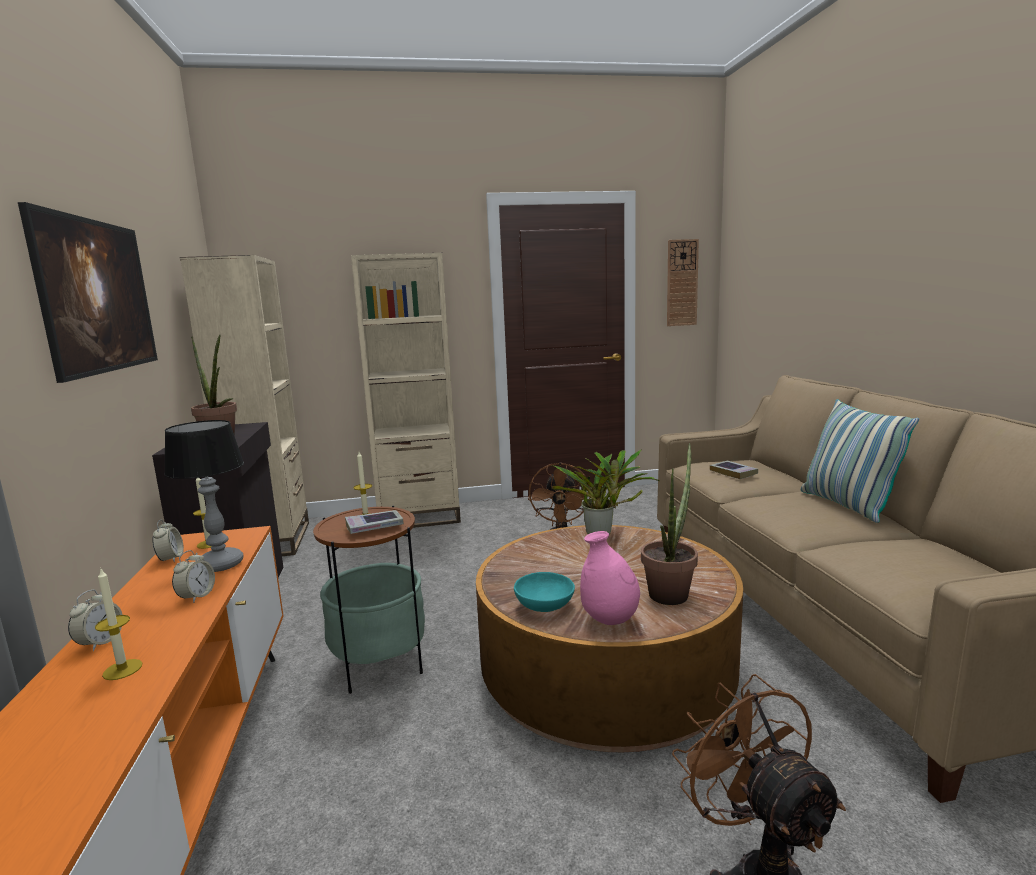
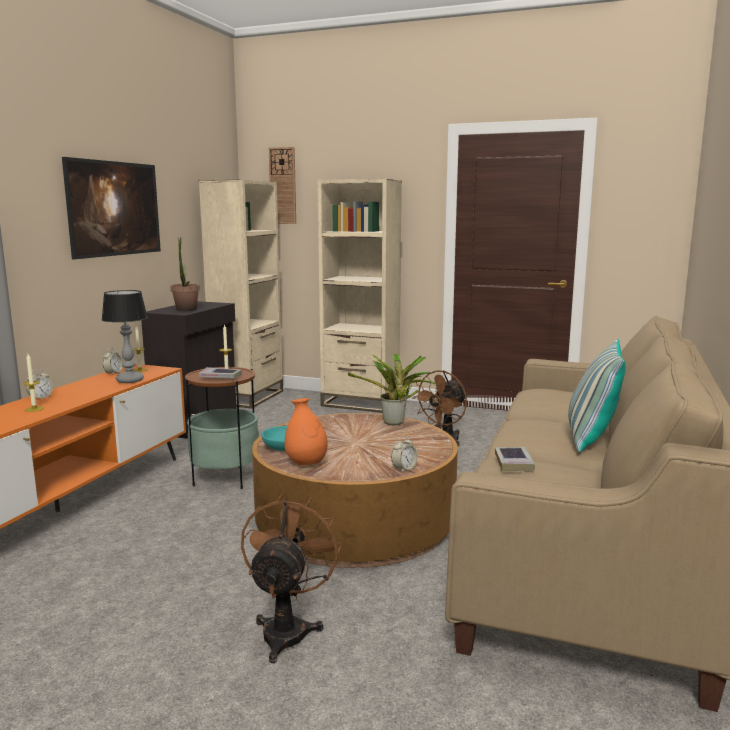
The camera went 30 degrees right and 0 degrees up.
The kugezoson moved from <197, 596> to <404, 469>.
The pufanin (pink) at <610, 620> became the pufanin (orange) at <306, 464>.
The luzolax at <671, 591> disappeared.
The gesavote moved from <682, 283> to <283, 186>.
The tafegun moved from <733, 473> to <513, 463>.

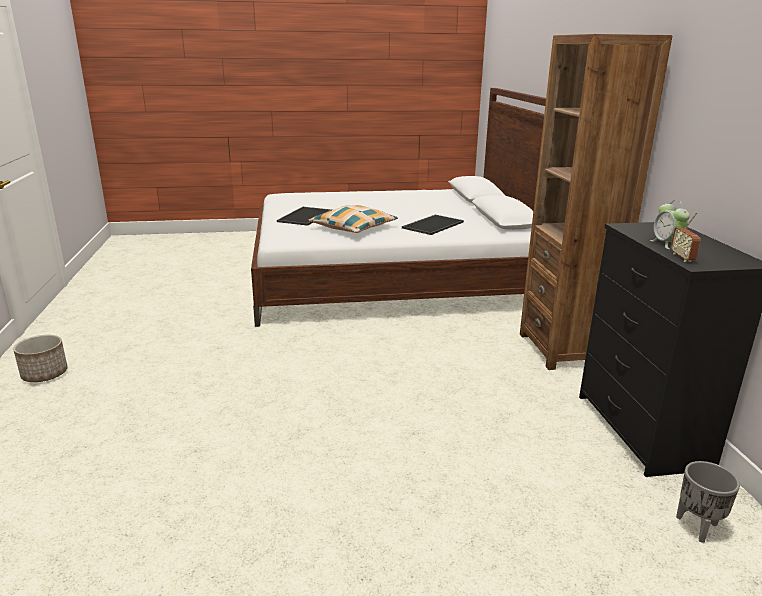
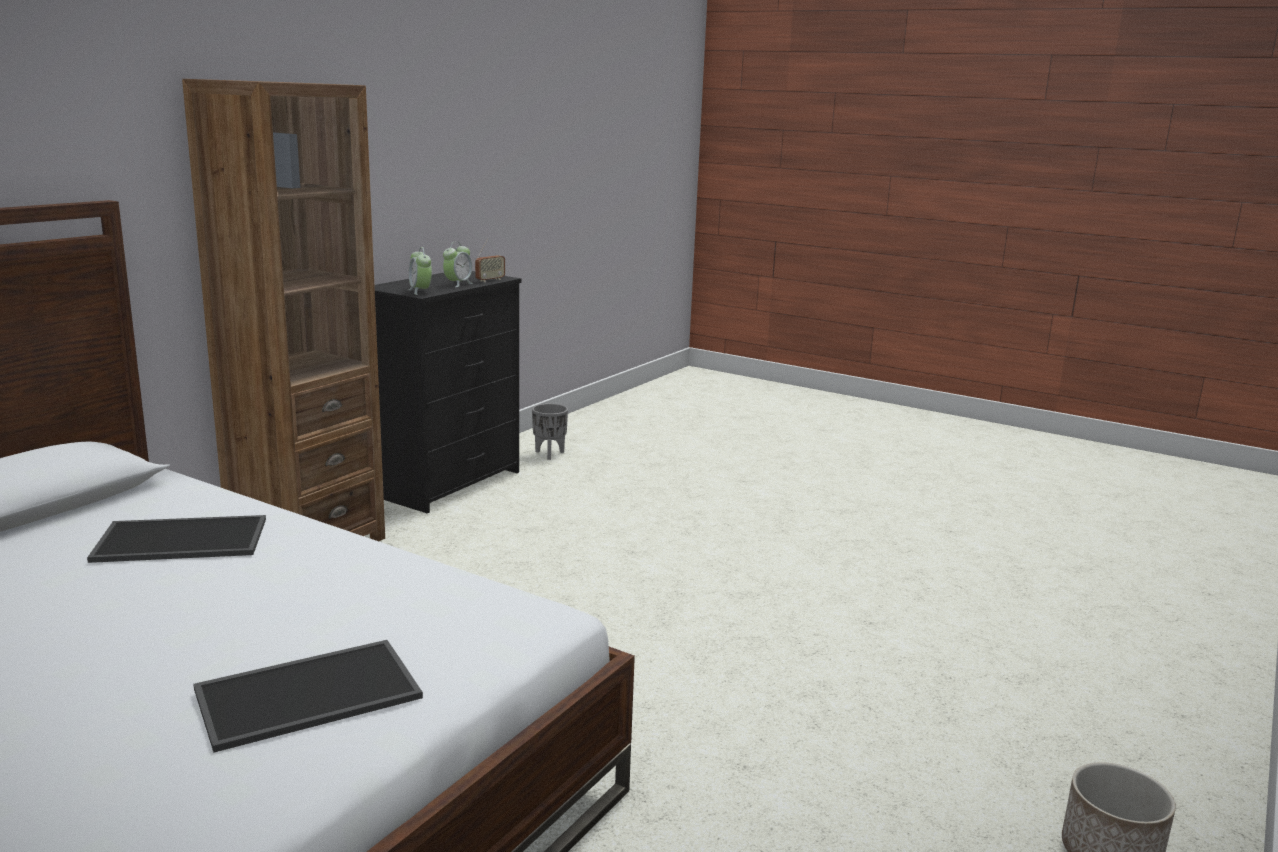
The camera went 140 degrees left and 5 degrees down.
The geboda at <353, 228> disappeared.
The kugezoson at <420, 291> appeared.

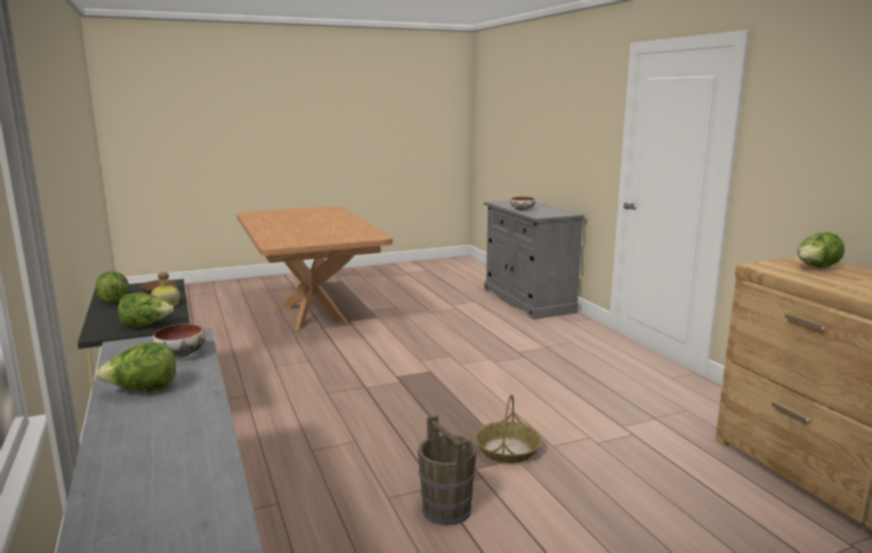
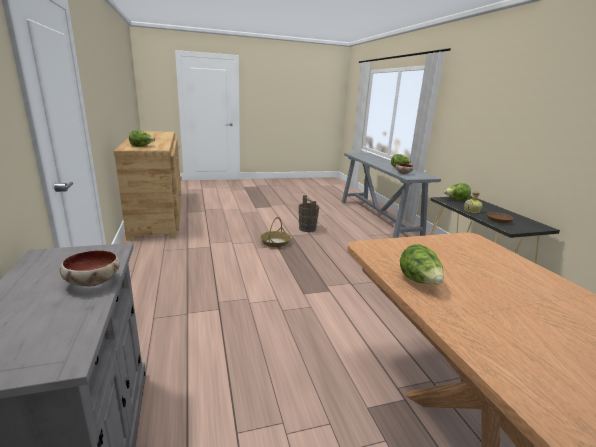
The camera went 175 degrees left and 5 degrees up.
The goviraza moved from <114, 300> to <419, 282>.

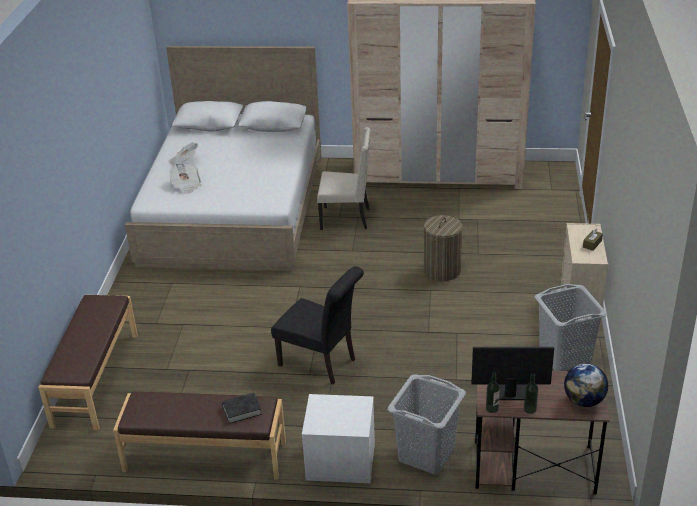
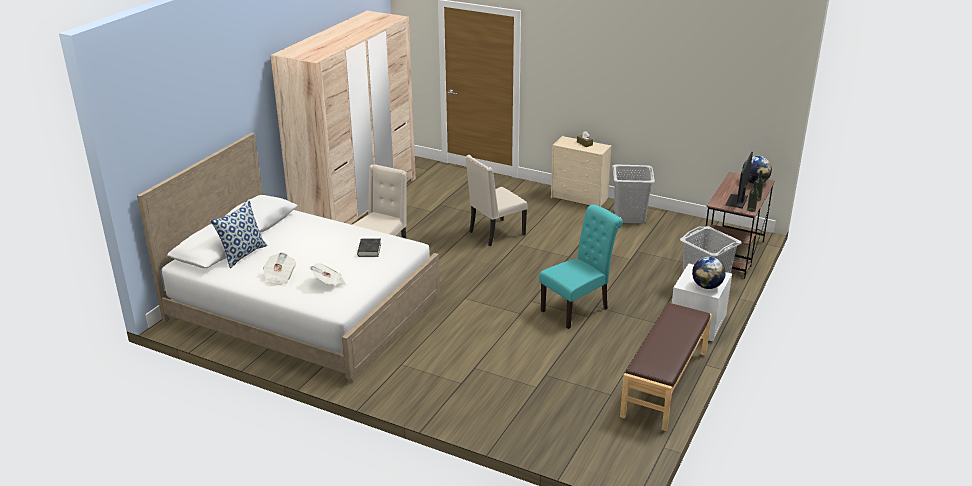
The camera went 70 degrees left and 5 degrees down.
The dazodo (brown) at <95, 379> disappeared.
The tafegun (black) moved from <242, 410> to <369, 250>.
The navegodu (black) at <321, 363> became the navegodu (turquoise) at <578, 308>.
The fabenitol at <442, 270> was replaced by the navegodu (beige) at <495, 233>.
The geboda at <243, 254> appeared.
The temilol at <706, 286> appeared.

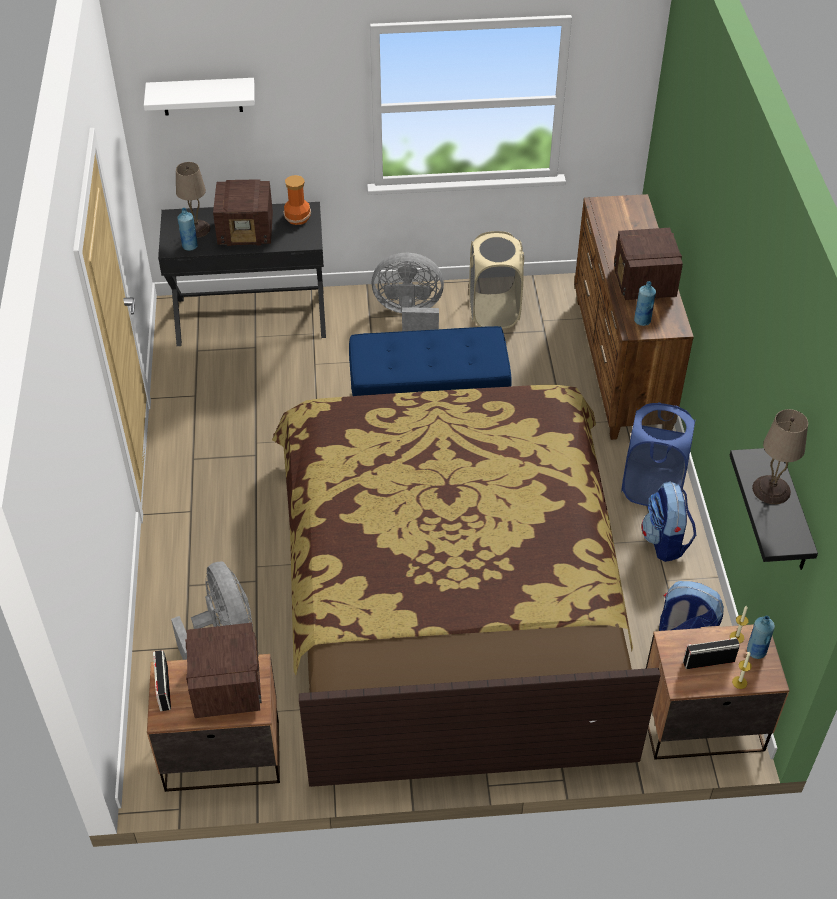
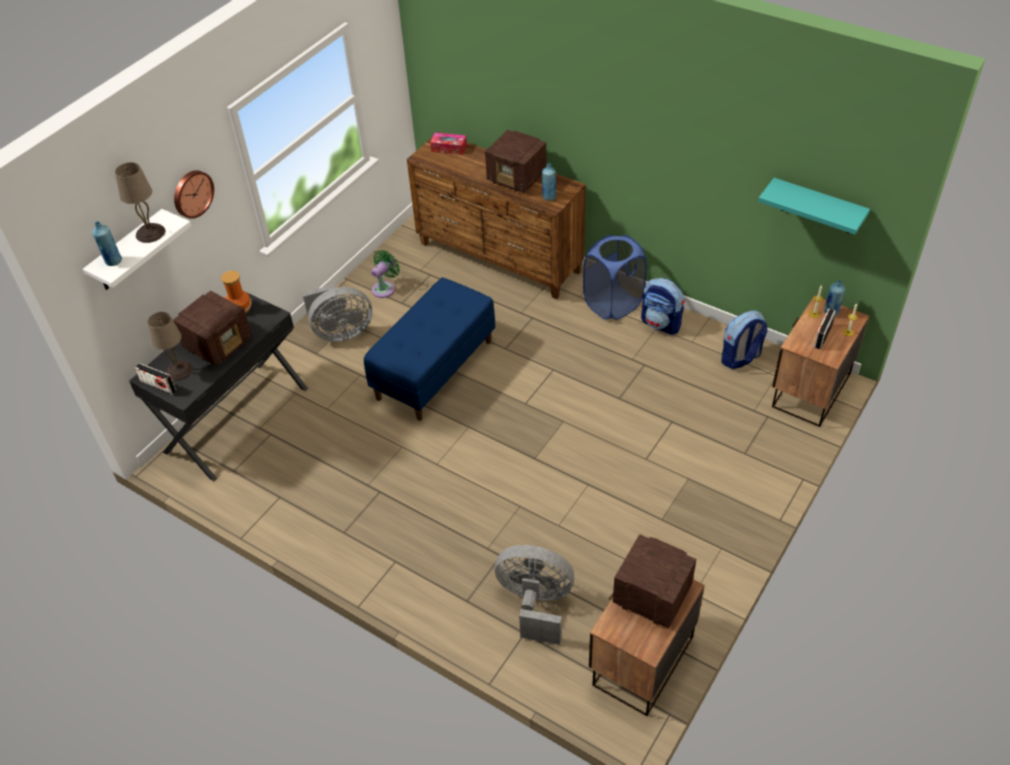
The camera went 50 degrees left and 0 degrees up.
The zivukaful moved from <163, 688> to <158, 386>.
The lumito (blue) moved from <190, 246> to <113, 261>.
The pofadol at <452, 589> disappeared.
The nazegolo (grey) at <410, 317> turned 150 degrees counterclockwise.
The fabenitol (beige) at <493, 311> was replaced by the nazegolo (green) at <385, 288>.
The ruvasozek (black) at <793, 514> became the ruvasozek (turquoise) at <817, 207>.
The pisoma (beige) moved from <770, 490> to <150, 233>.
The gesavote at <192, 193> appeared.
The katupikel at <449, 148> appeared.

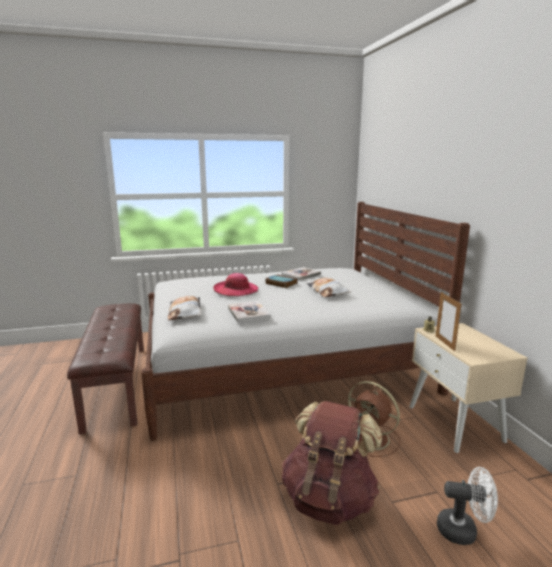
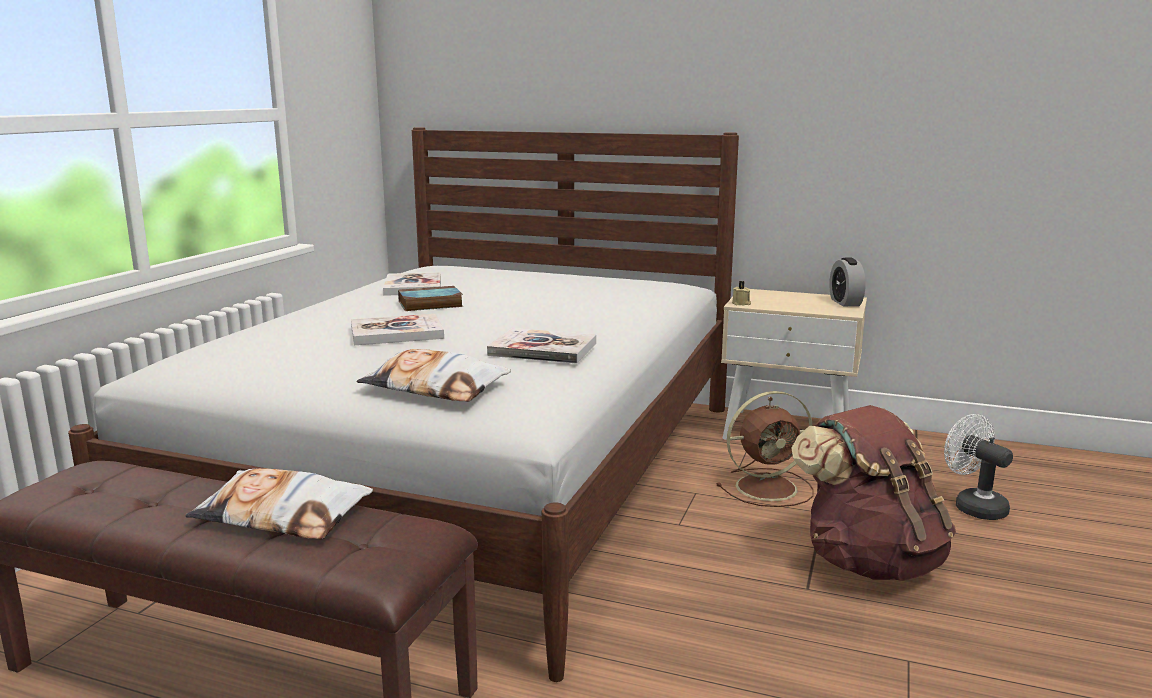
The camera went 55 degrees left and 0 degrees up.
The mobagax at <236, 290> was replaced by the tafegun at <396, 333>.
The geboda moved from <327, 291> to <282, 515>.
The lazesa at <445, 343> disappeared.
The nazegolo (white) at <463, 530> turned 75 degrees counterclockwise.
The kugezoson at <845, 302> appeared.

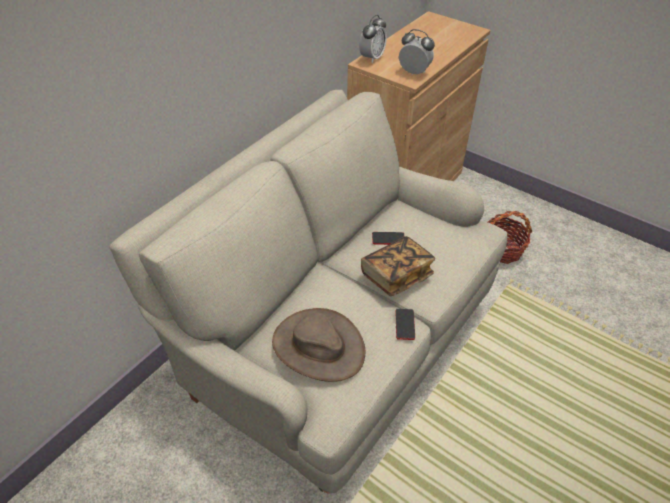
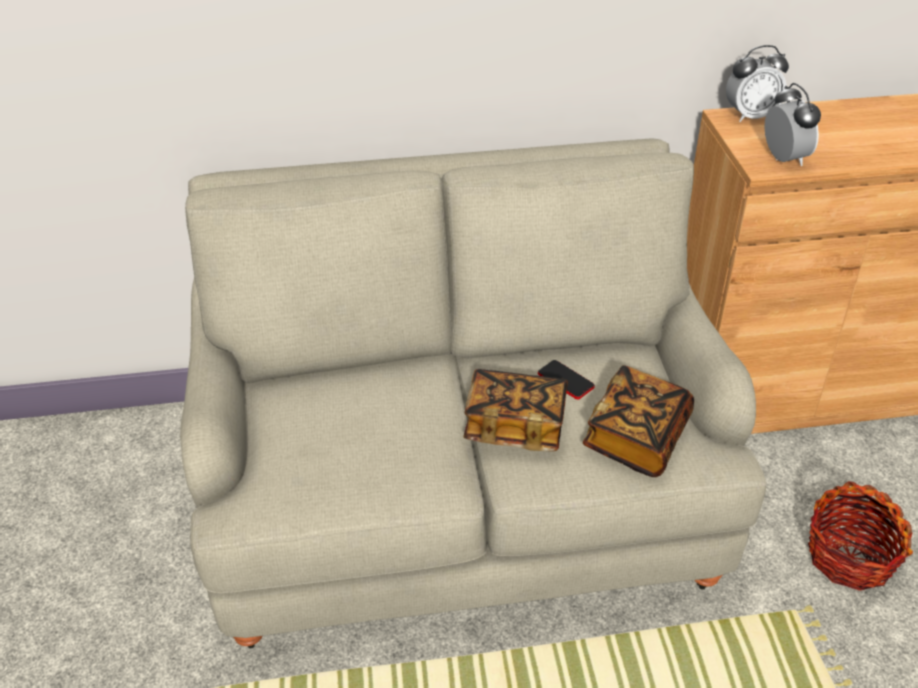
The camera went 45 degrees right and 5 degrees down.
The mobagax (brown) at <318, 347> disappeared.
The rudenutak at <405, 324> disappeared.
The tafegun at <636, 438> appeared.

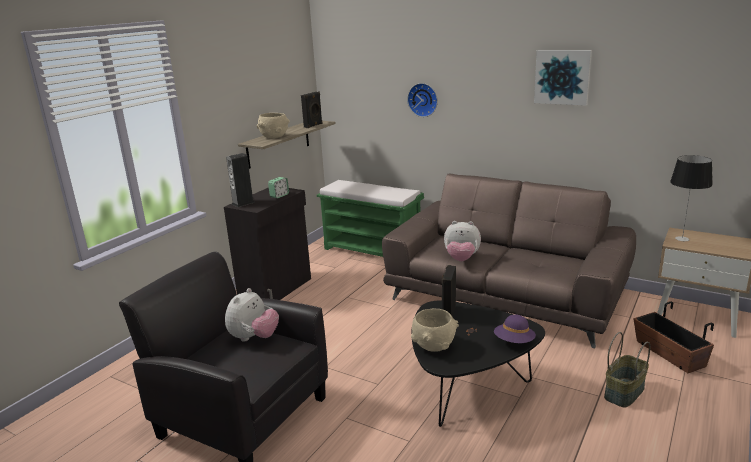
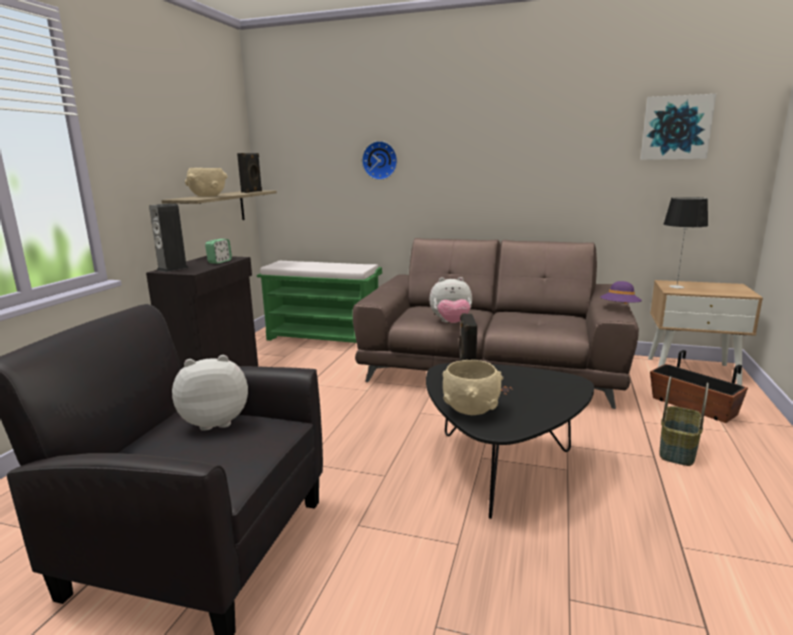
The camera went 15 degrees left and 5 degrees down.
The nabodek at <254, 338> turned 120 degrees counterclockwise.
The mobagax (purple) moved from <514, 342> to <619, 308>.
The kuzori moved from <562, 77> to <676, 128>.

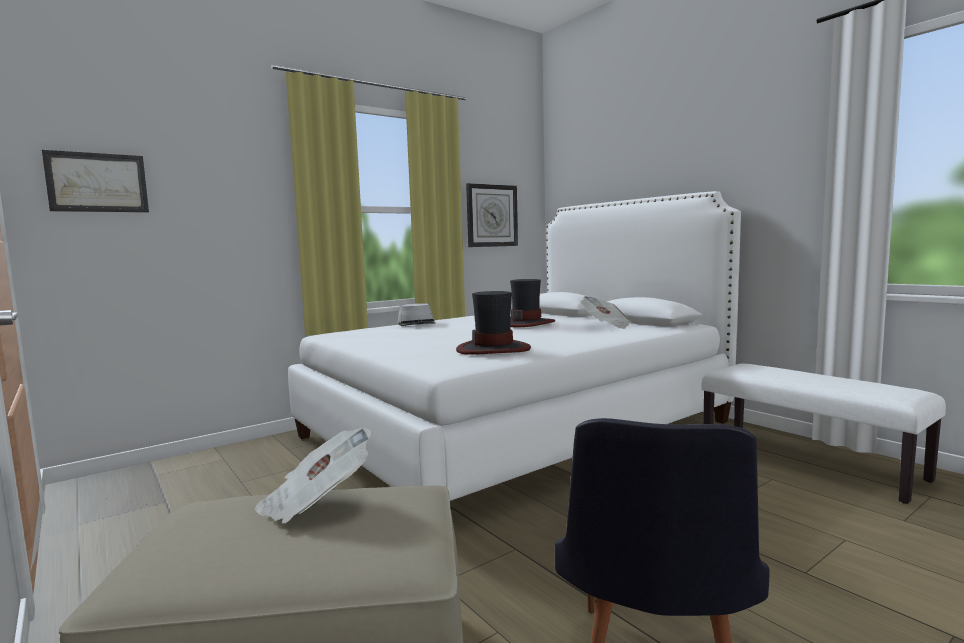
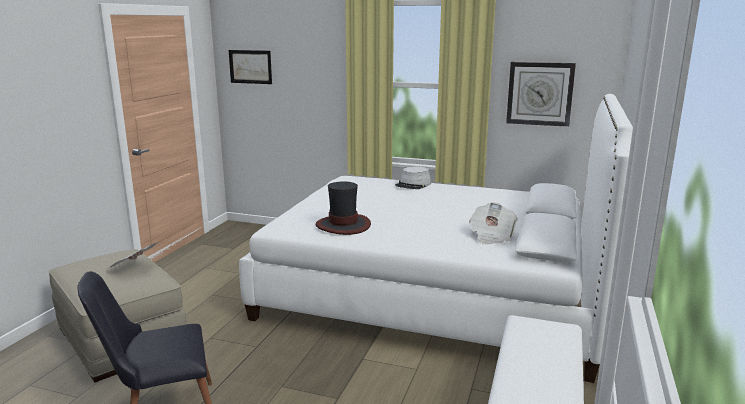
The camera went 55 degrees right and 10 degrees up.
The mobagax at <526, 323> disappeared.

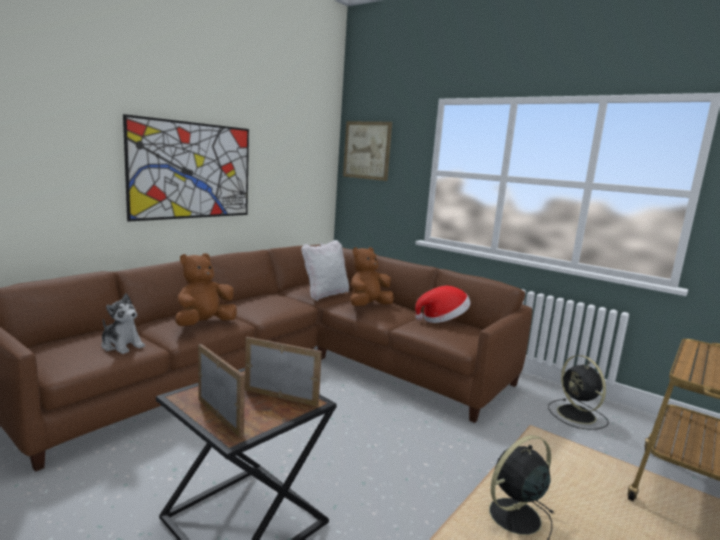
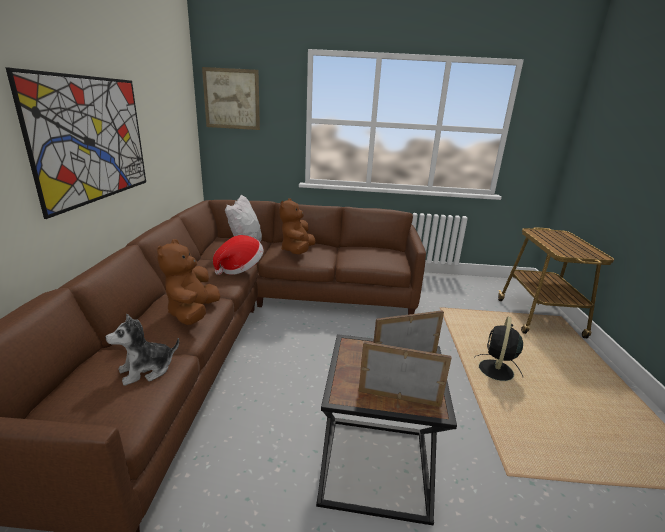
The camera went 35 degrees left and 10 degrees up.
The nabodek at <122, 345> turned 150 degrees clockwise.
The mobagax moved from <442, 320> to <240, 268>.
The nazegolo (black) at <577, 415> disappeared.

